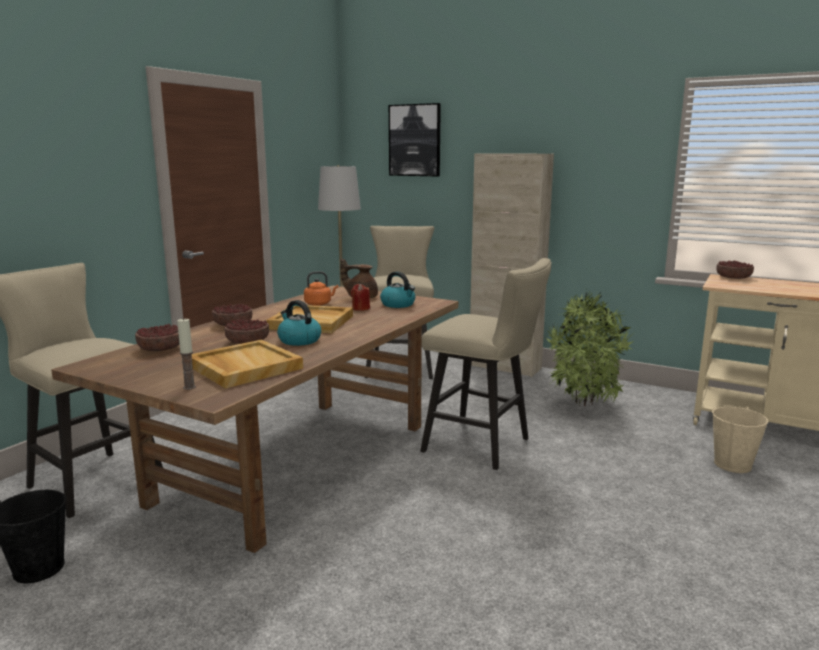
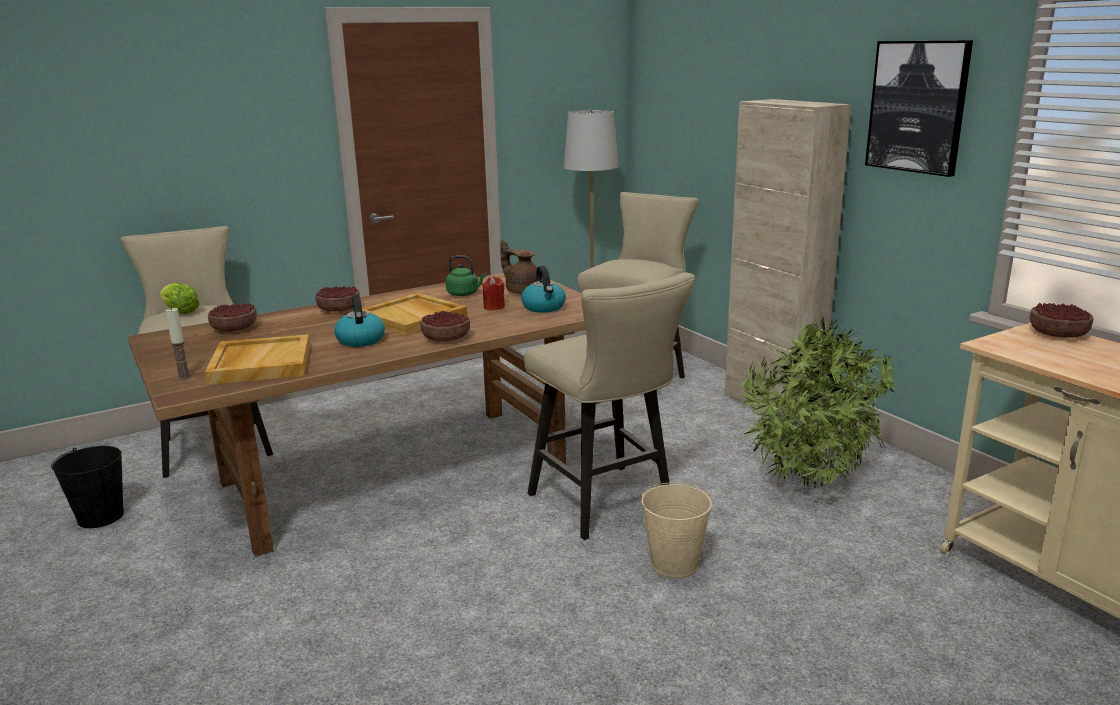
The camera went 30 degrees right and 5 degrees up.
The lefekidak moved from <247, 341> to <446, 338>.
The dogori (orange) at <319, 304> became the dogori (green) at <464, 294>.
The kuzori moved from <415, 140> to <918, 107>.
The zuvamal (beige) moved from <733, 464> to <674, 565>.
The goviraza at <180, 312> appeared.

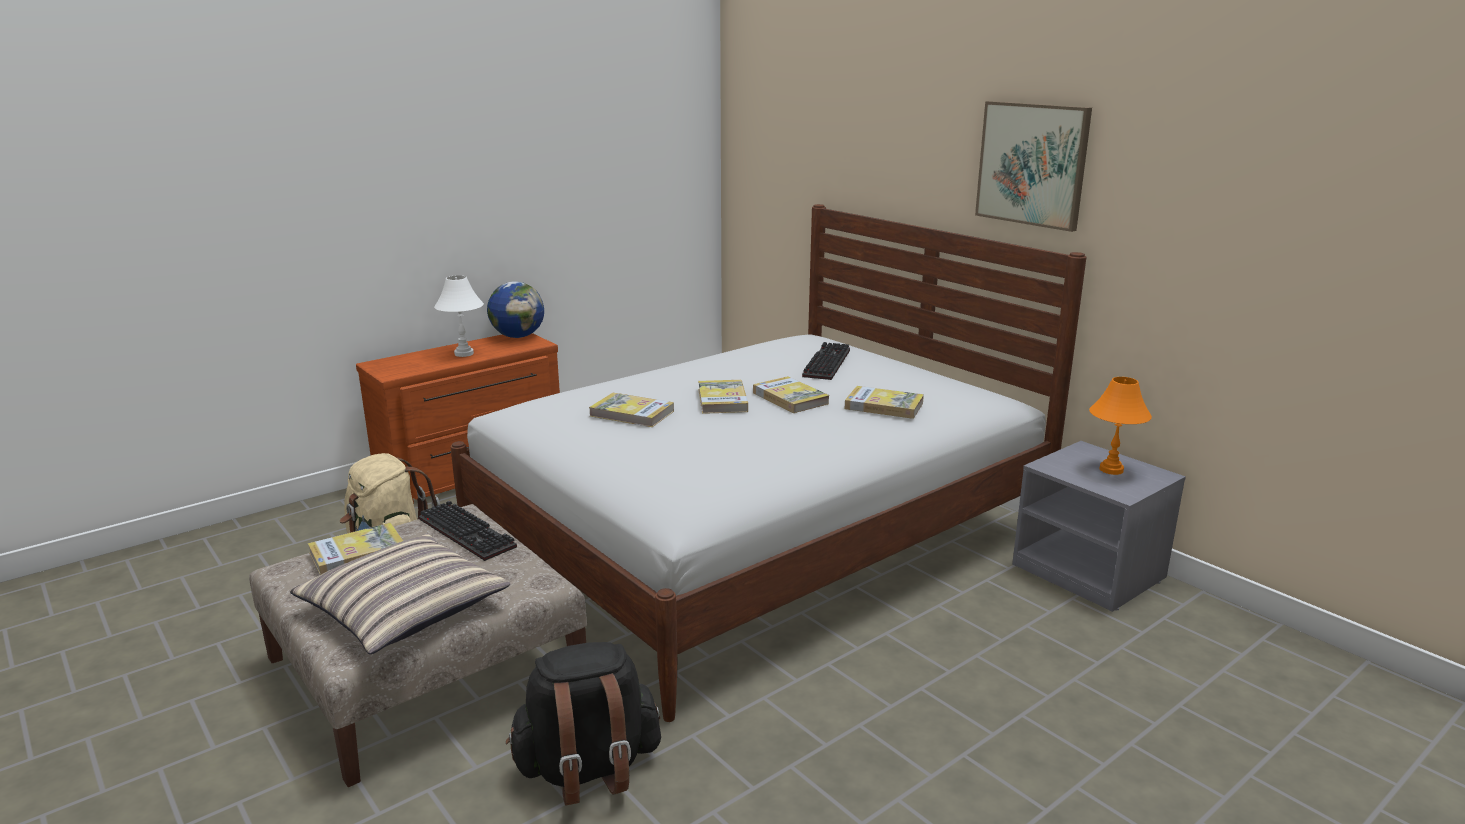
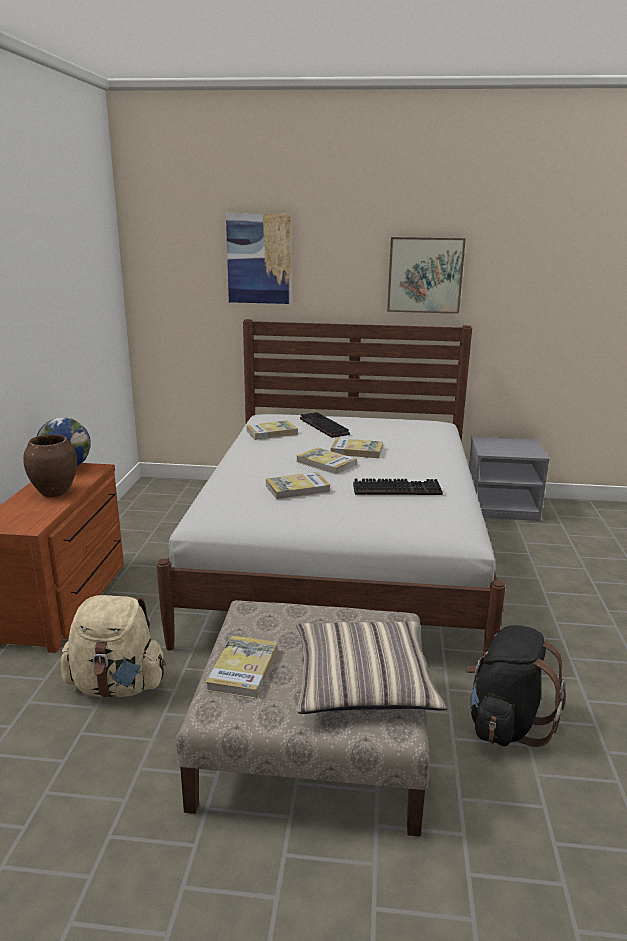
The camera went 45 degrees left and 0 degrees up.
The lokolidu moved from <470, 533> to <398, 489>.
The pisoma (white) at <464, 354> was replaced by the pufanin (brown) at <54, 492>.
The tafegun moved from <884, 406> to <271, 432>.
The pisoma (orange) at <1111, 469> disappeared.
The kuzori at <259, 259> appeared.

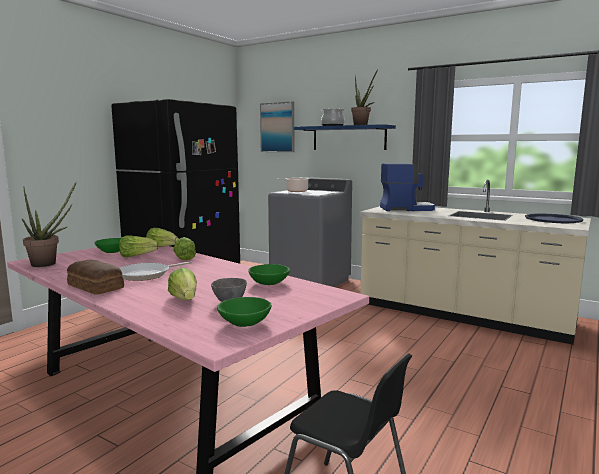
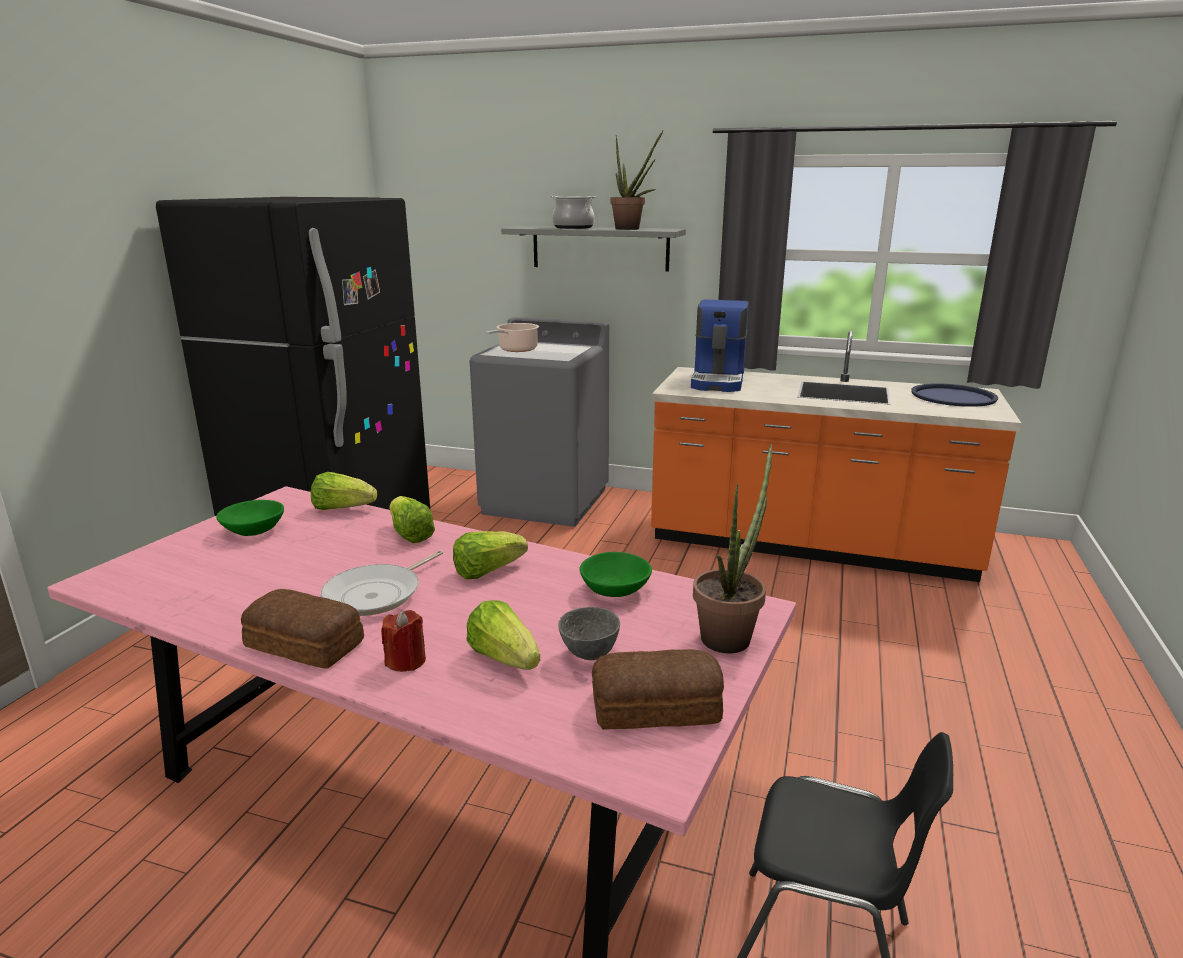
The camera went 15 degrees left and 10 degrees up.
The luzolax moved from <49, 263> to <730, 634>.
The goviraza moved from <136, 256> to <487, 571>.
The lefekidak (green) at <245, 323> was replaced by the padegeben at <658, 708>.
The kuzori at <277, 127> disappeared.
The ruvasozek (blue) at <348, 138> became the ruvasozek (grey) at <600, 248>.
The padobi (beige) at <462, 315> became the padobi (orange) at <809, 544>.
The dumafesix at <406, 209> turned 120 degrees clockwise.
The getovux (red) at <406, 661> appeared.

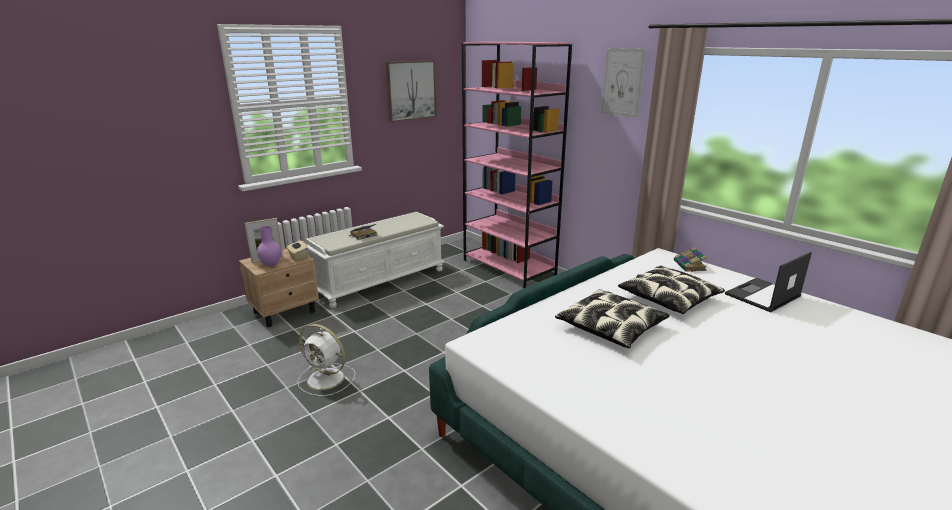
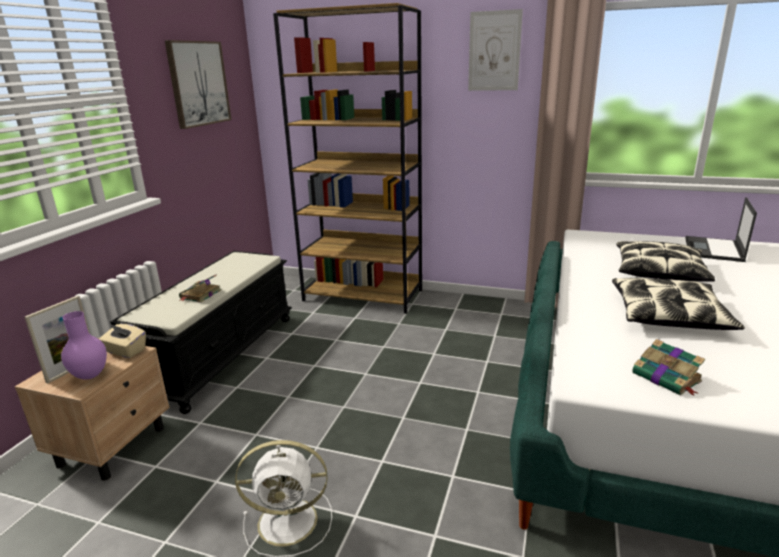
The camera went 30 degrees left and 0 degrees up.
The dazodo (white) at <380, 280> became the dazodo (black) at <220, 355>.
The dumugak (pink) at <509, 267> became the dumugak (brown) at <364, 295>.
The tafegun moved from <690, 266> to <667, 378>.

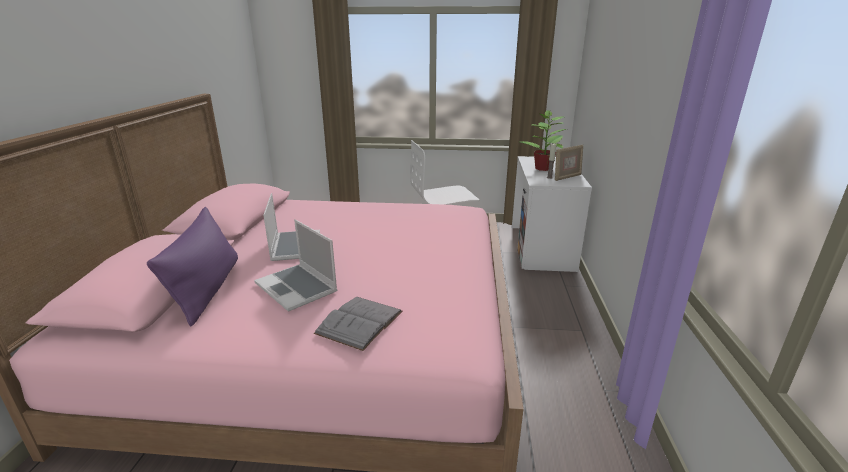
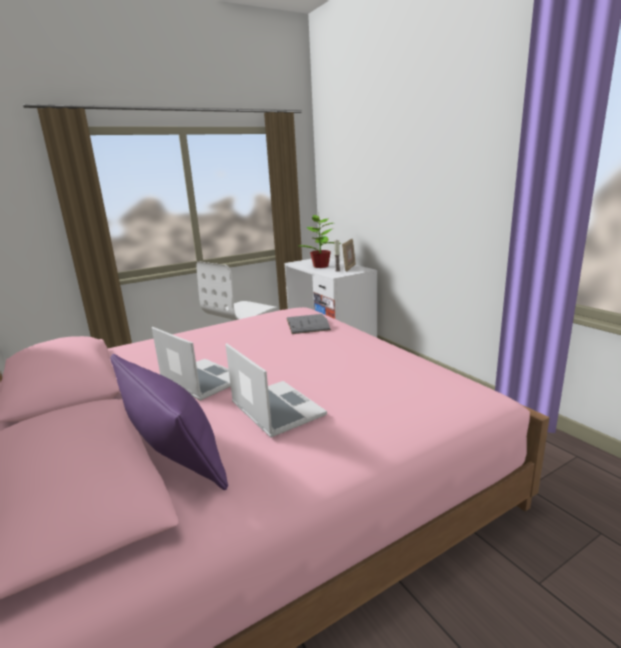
The camera went 35 degrees left and 5 degrees down.
The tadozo at <297, 288> turned 135 degrees counterclockwise.
The tafegun (grey) moved from <359, 322> to <307, 324>.

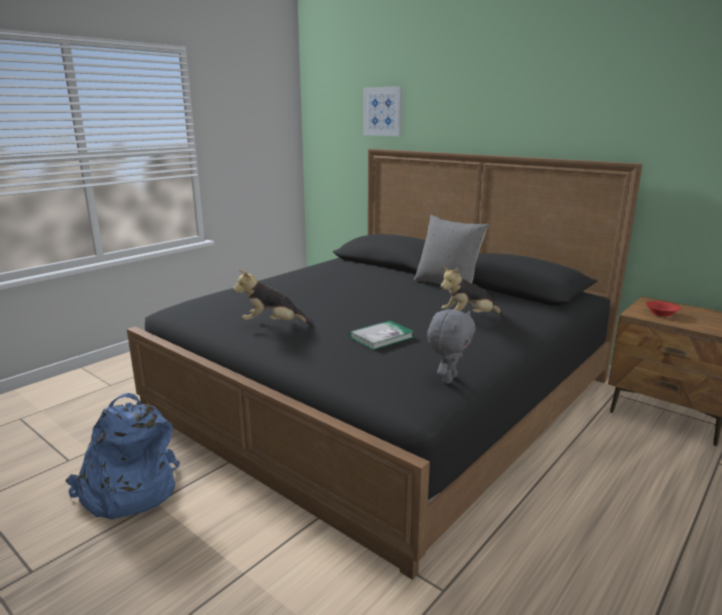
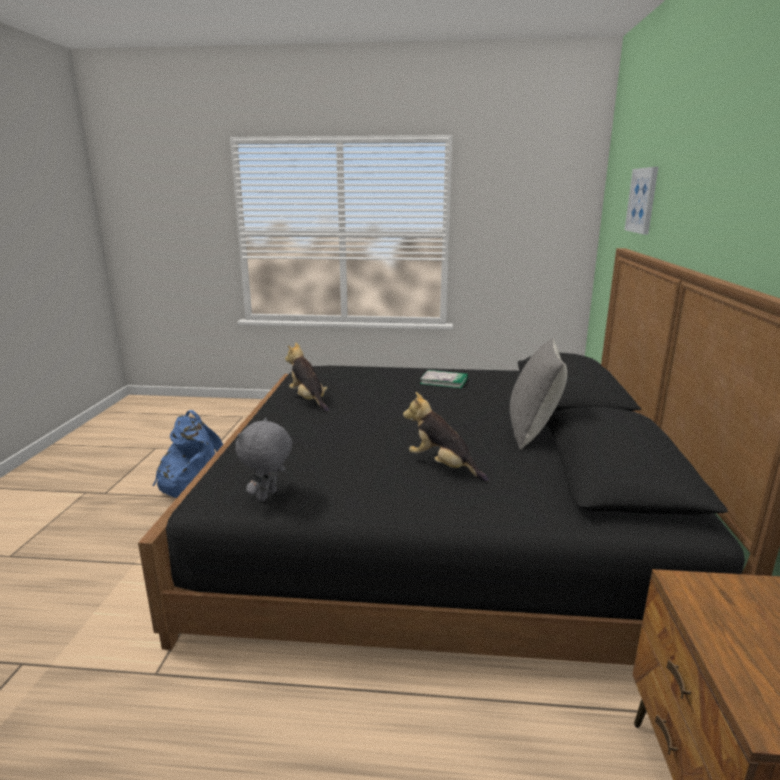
The camera went 55 degrees right and 0 degrees up.
The tafegun moved from <381, 337> to <444, 381>.
The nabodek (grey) at <448, 379> turned 120 degrees clockwise.
The lefekidak (red) at <660, 314> disappeared.

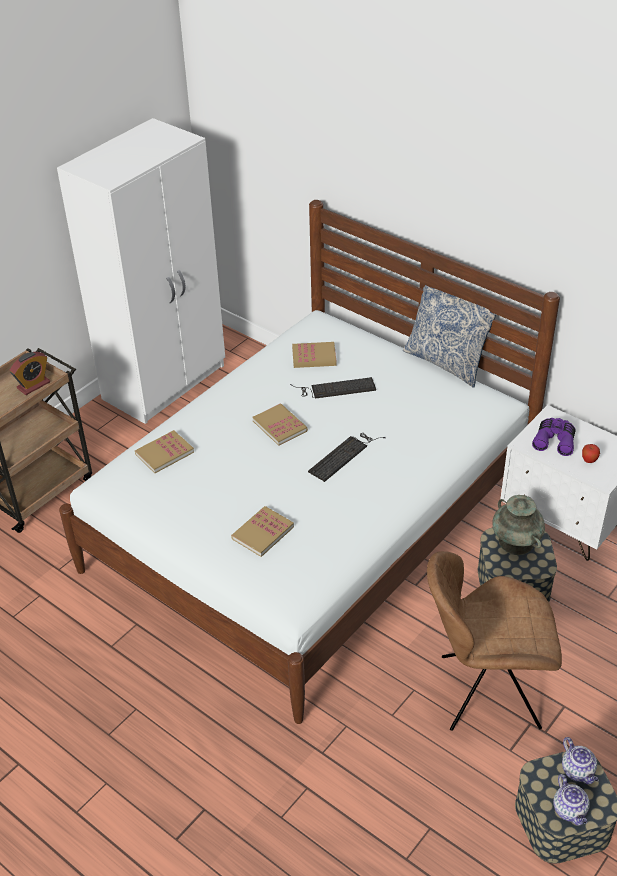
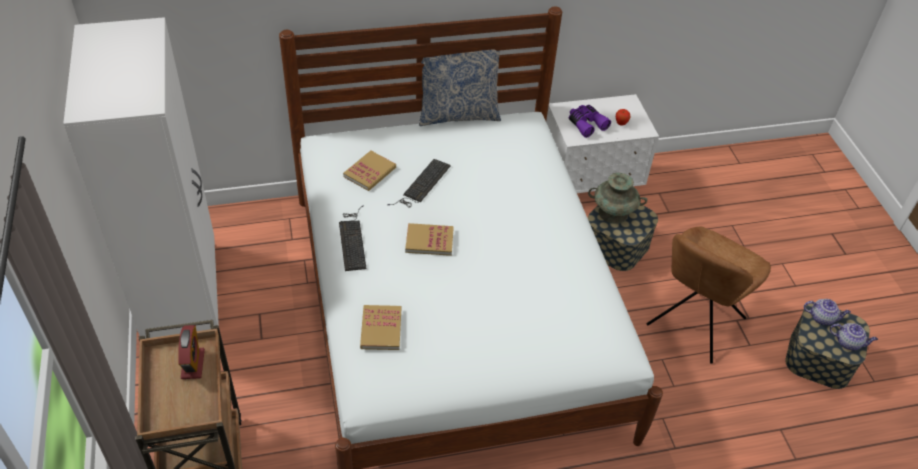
The camera went 55 degrees left and 5 degrees up.
The tafegun at <263, 533> disappeared.
The lokolidu moved from <344, 455> to <352, 239>.

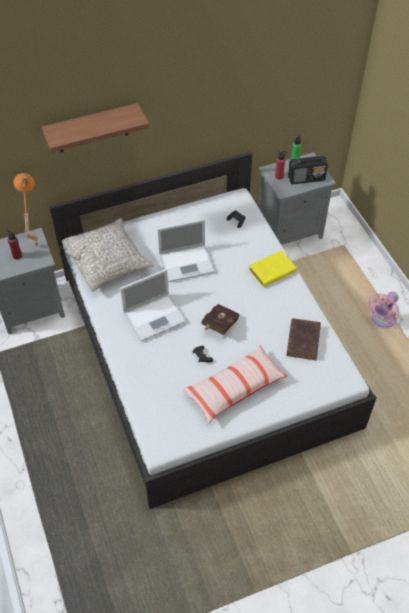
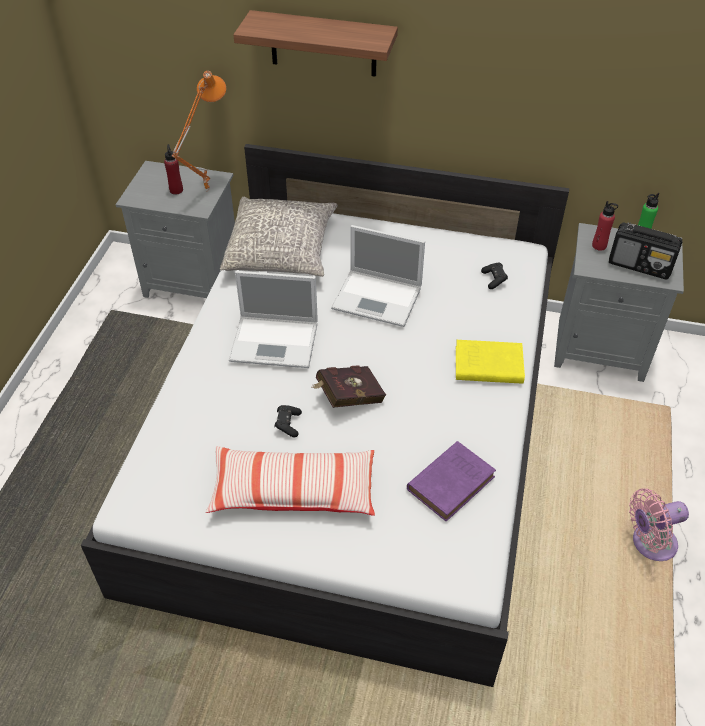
The camera went 35 degrees right and 5 degrees down.
The tafegun (brown) at <303, 340> became the tafegun (purple) at <452, 482>.

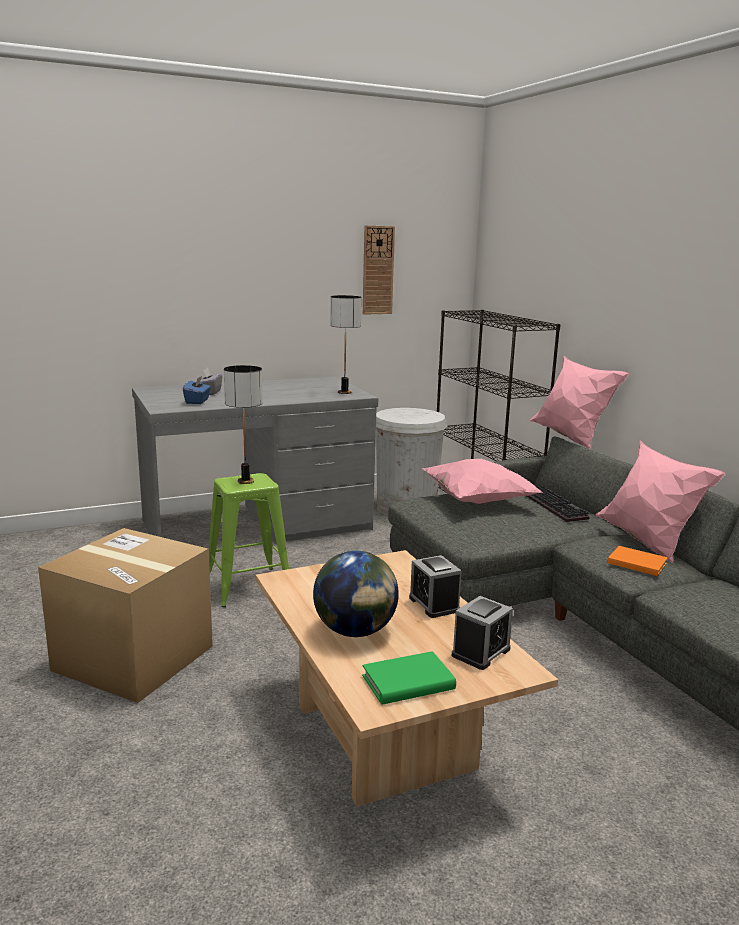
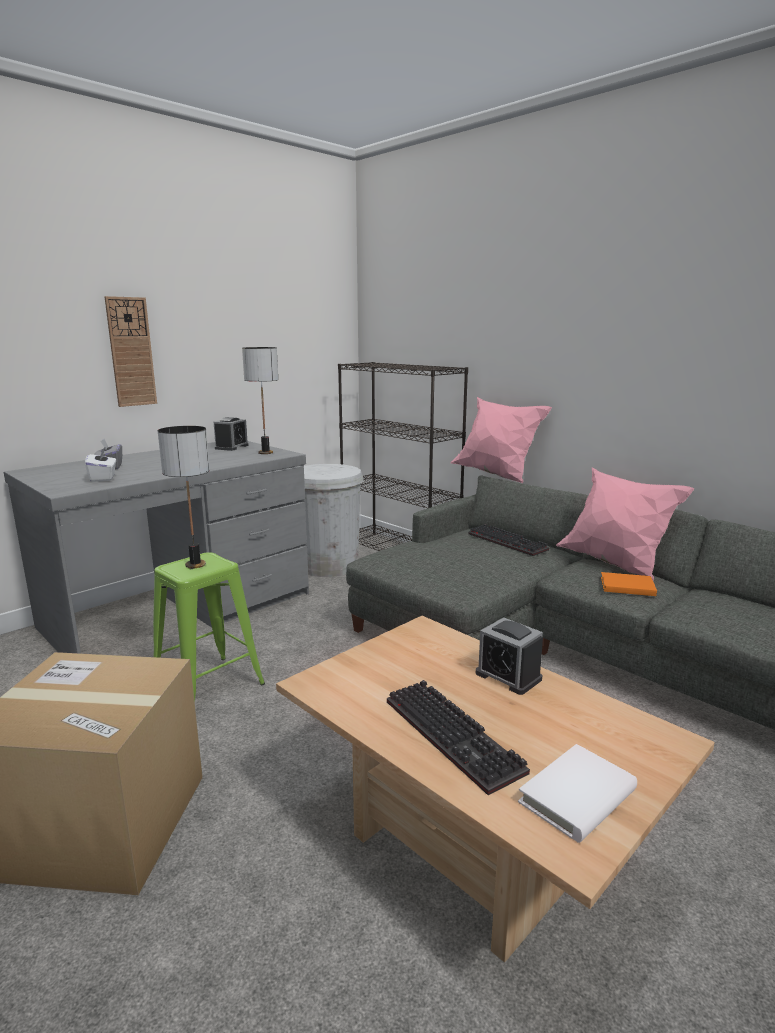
The camera went 20 degrees left and 0 degrees up.
The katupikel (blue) at <197, 401> became the katupikel (white) at <103, 478>.
The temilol at <355, 631> was replaced by the lokolidu at <456, 736>.
The tafegun (green) at <408, 683> became the tafegun (white) at <577, 796>.
The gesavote moved from <378, 270> to <131, 352>.
The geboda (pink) at <475, 501> disappeared.
The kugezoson moved from <481, 652> to <231, 447>.

